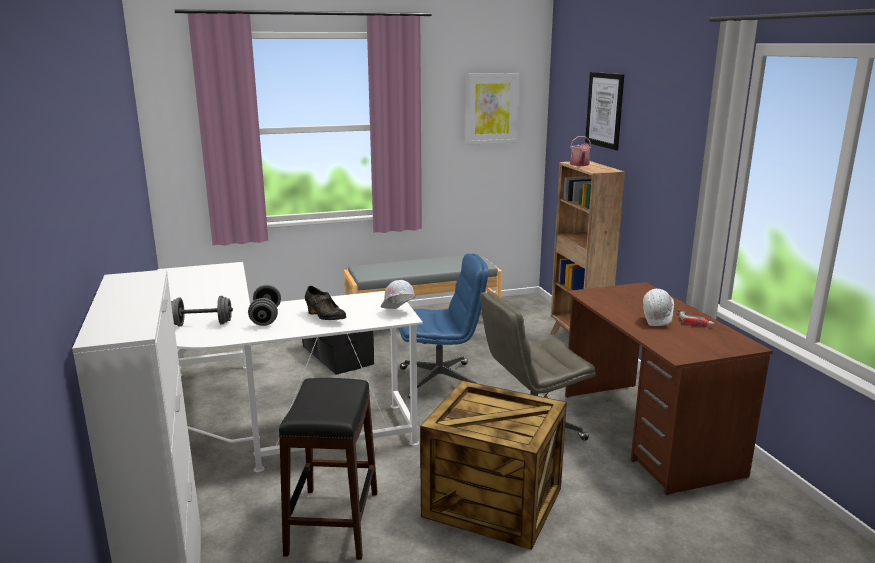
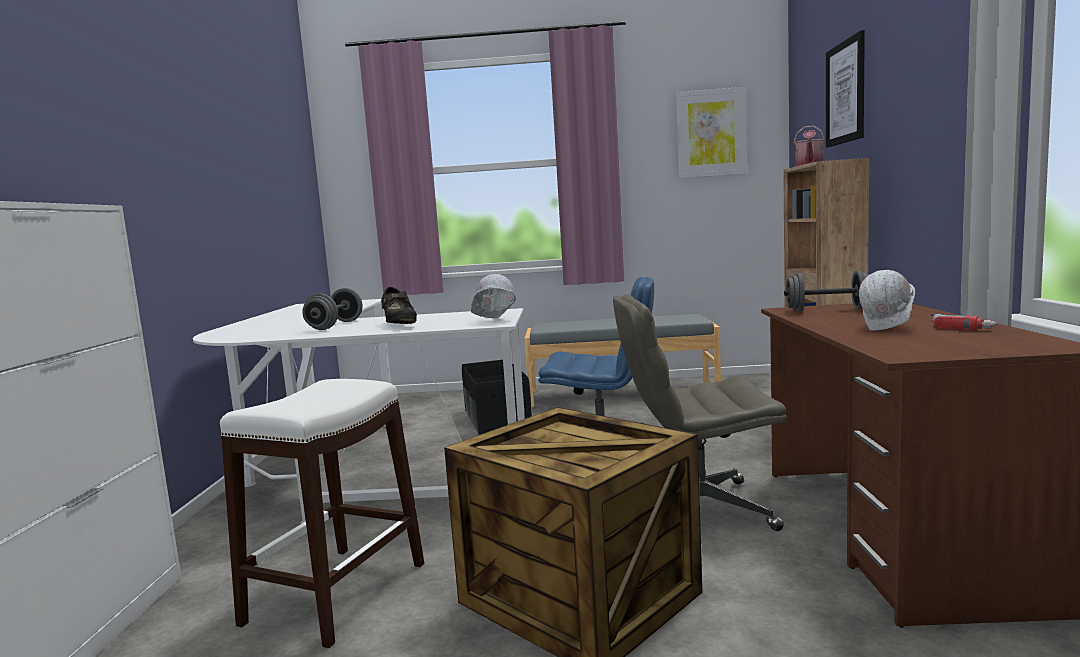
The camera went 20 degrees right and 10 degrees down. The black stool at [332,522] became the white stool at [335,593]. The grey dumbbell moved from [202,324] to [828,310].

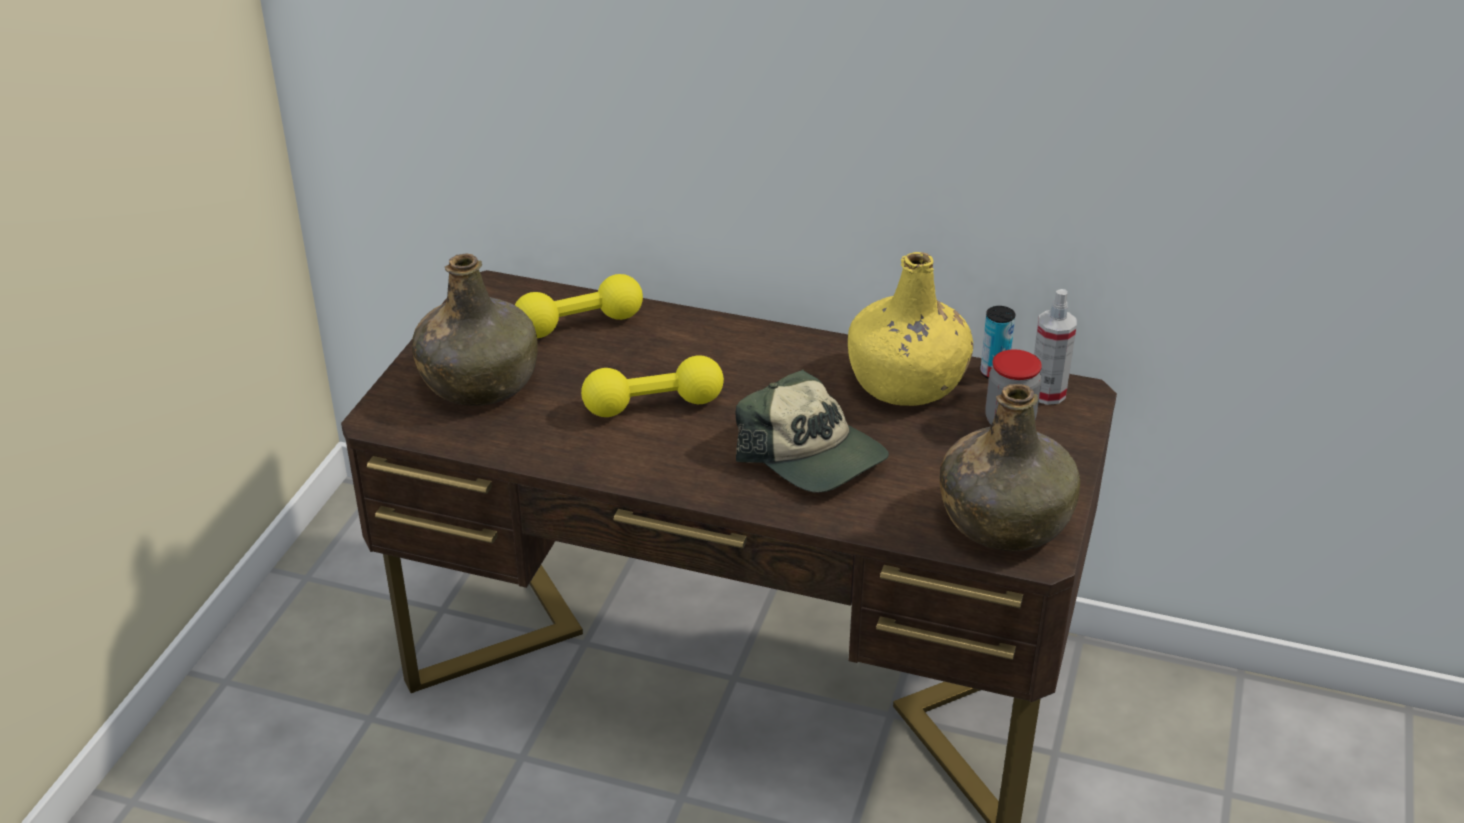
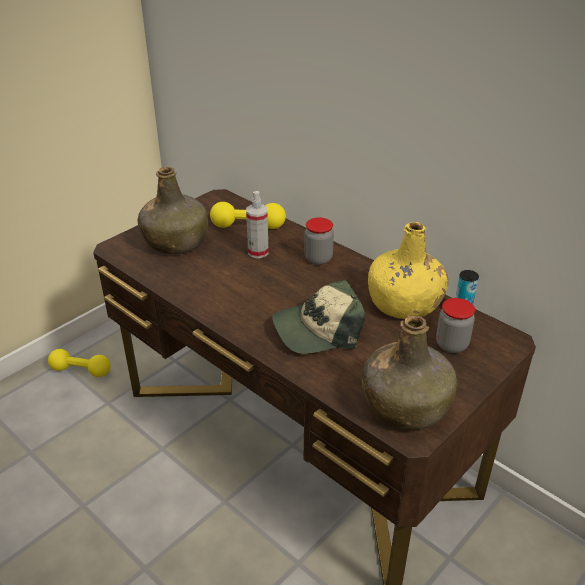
The camera went 25 degrees right and 0 degrees up. The yellow dumbbell moved from [653,405] to [81,371]. The spray bottle moved from [1047,393] to [258,252]. The cap at [812,455] turned 90 degrees clockwise. The jar at [318,259] appeared.

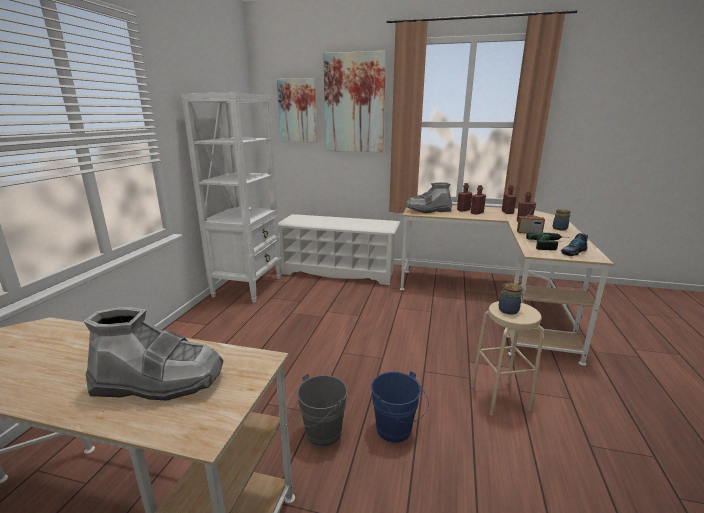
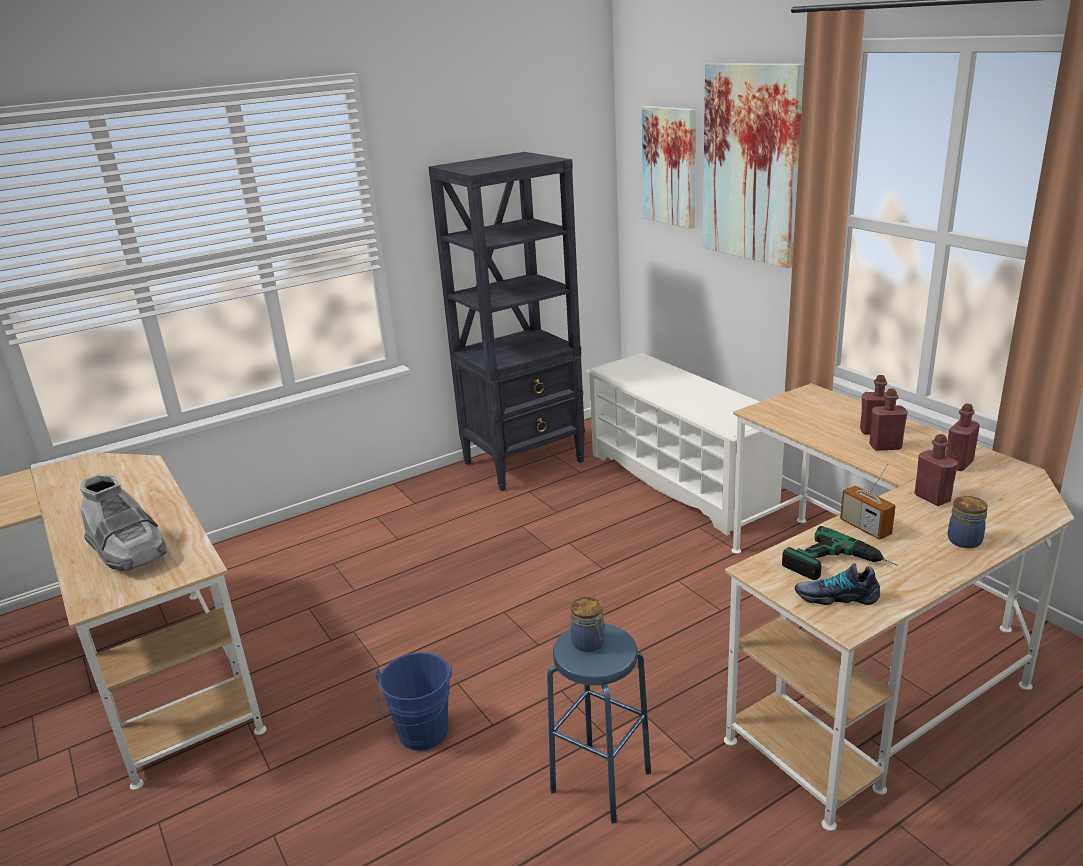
The camera went 45 degrees right and 5 degrees up. The white bookcase at [248,286] became the black bookcase at [525,462]. The beige stool at [500,397] became the blue stool at [600,781]. The grey bucket at [320,435] disappeared. The grey boot at [428,210] disappeared.

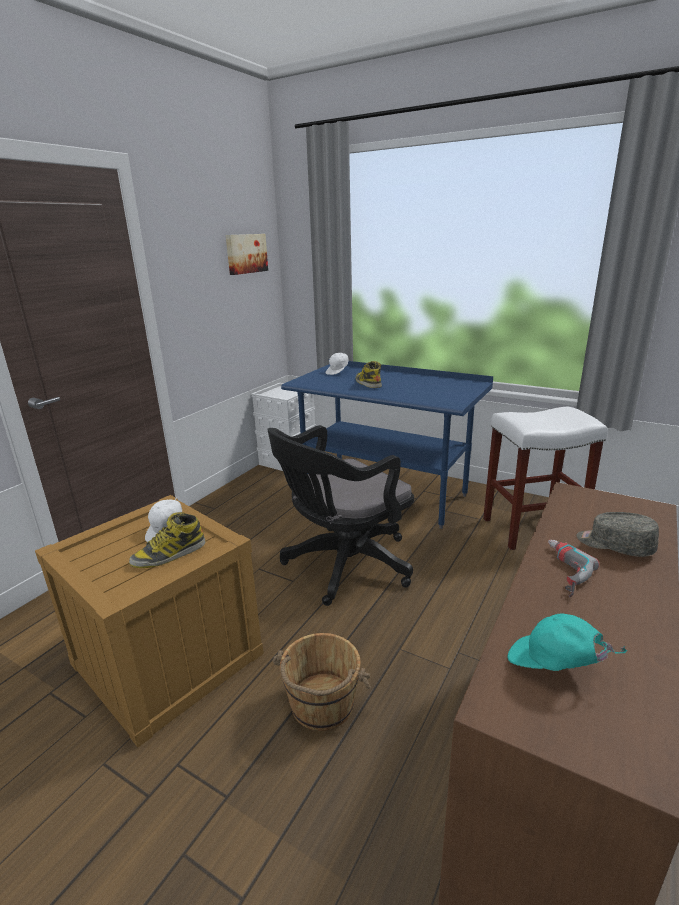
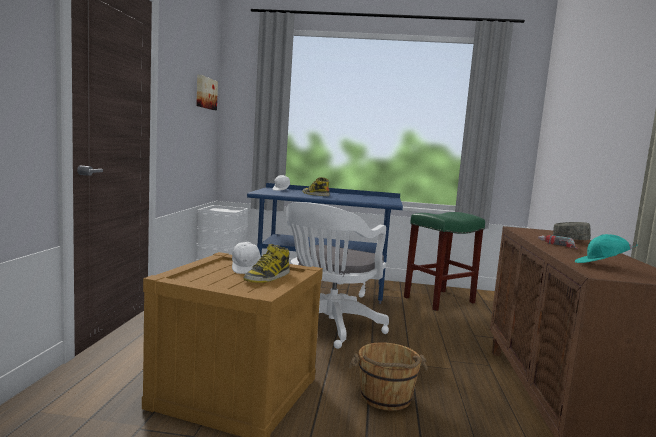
The camera went 25 degrees left and 15 degrees down. The black office chair at [343,566] became the white office chair at [328,327]. The white stool at [531,529] became the green stool at [439,300].

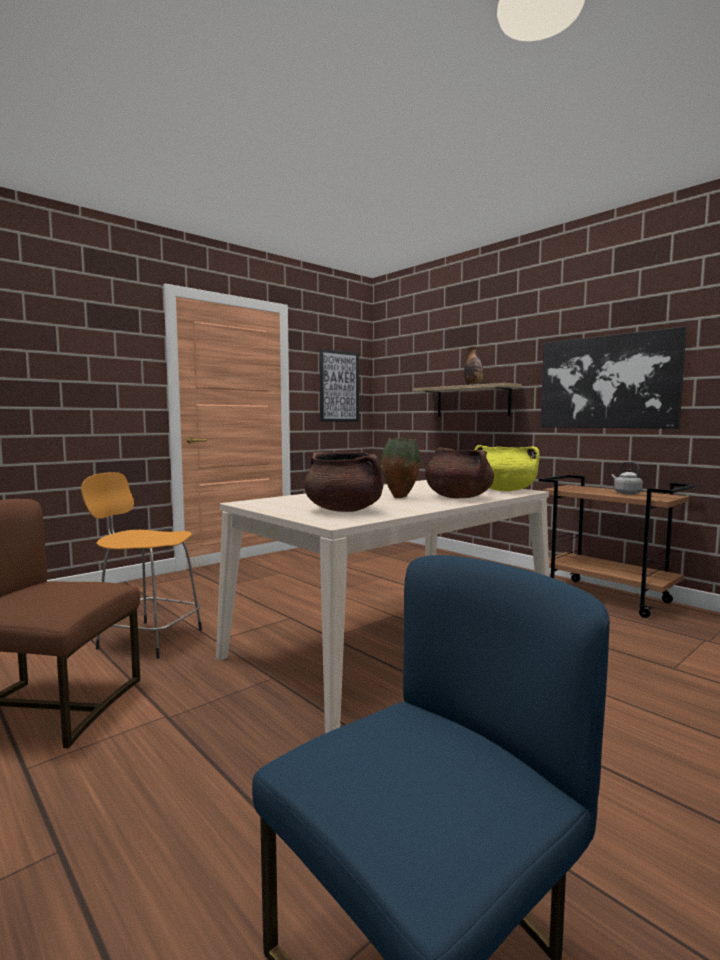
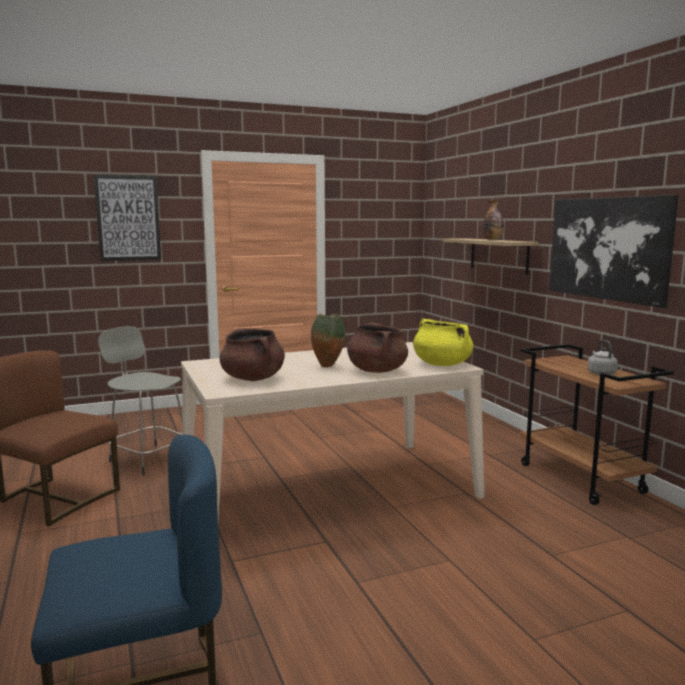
The camera went 20 degrees right and 5 degrees up. The picture moved from [339,386] to [128,218]. The orange stool at [148,638] became the grey stool at [148,459].

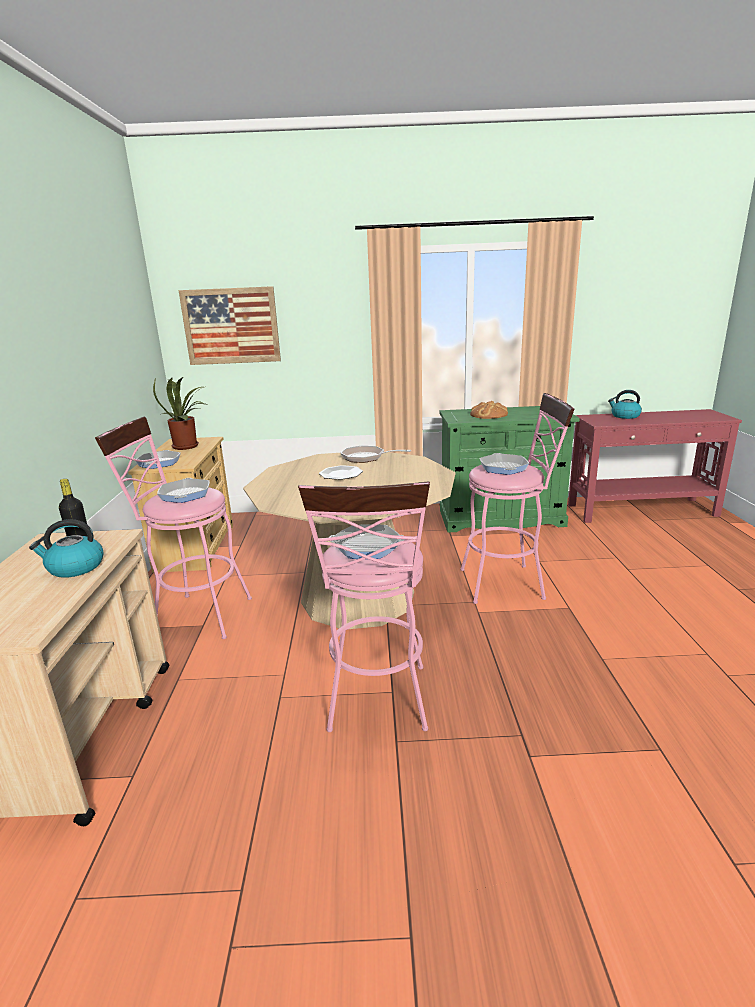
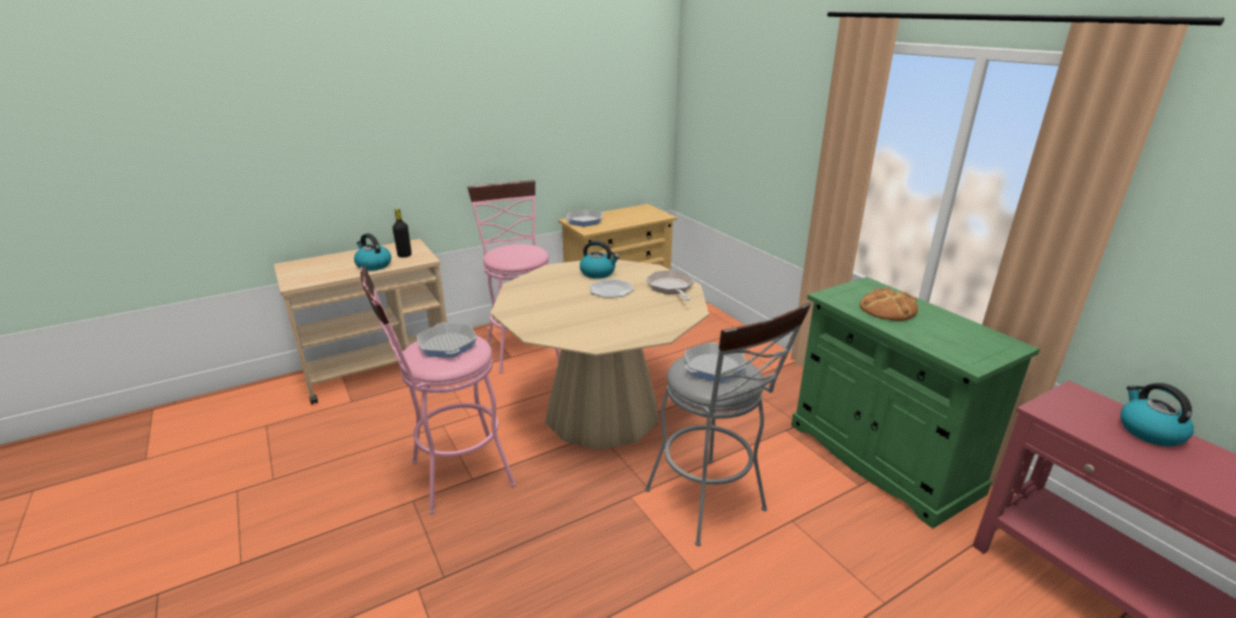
The camera went 60 degrees right and 5 degrees up. The kettle at [598,273] appeared. The pink stool at [509,583] became the grey stool at [711,505]. The potted plant at [188,446] disappeared. The frying pan at [185,494] disappeared. The picture at [231,326] disappeared.

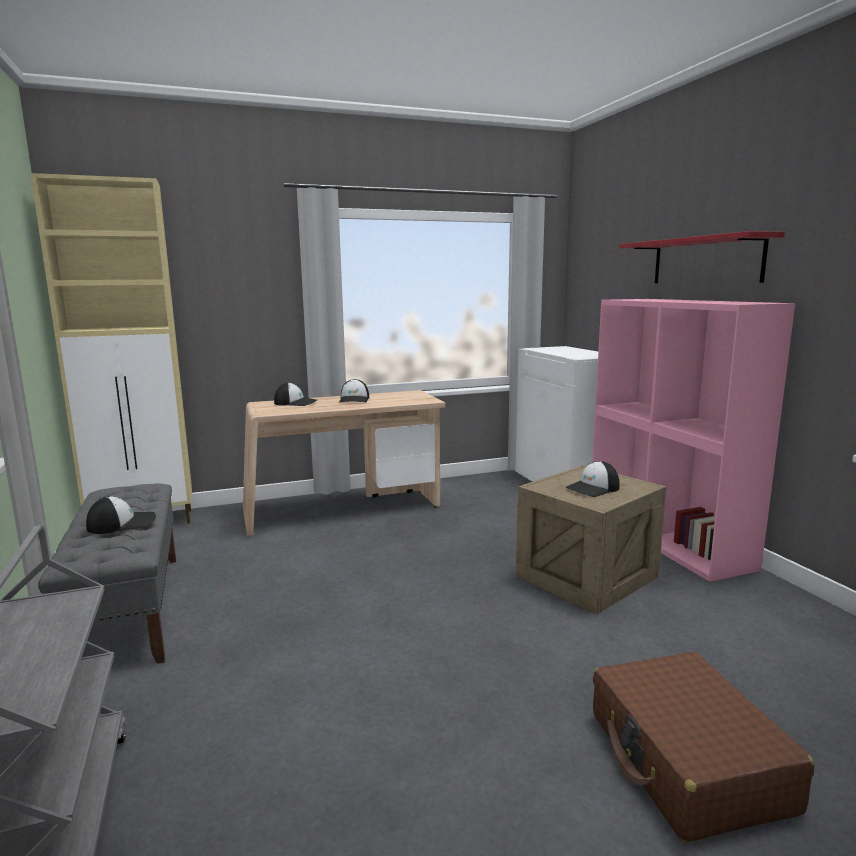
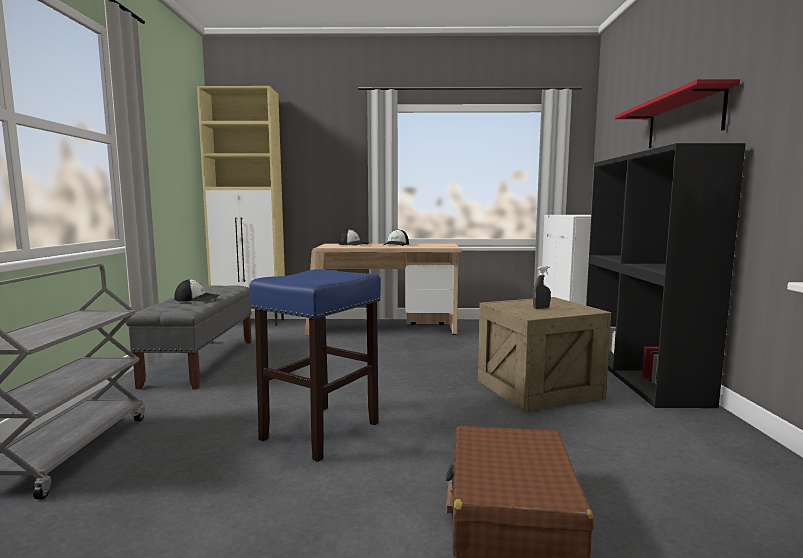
The camera went 20 degrees right and 5 degrees down. The blue stool at [321,430] appeared. The cap at [593,488] was replaced by the grey spray bottle at [541,308]. The pink bookcase at [667,537] became the black bookcase at [641,374].

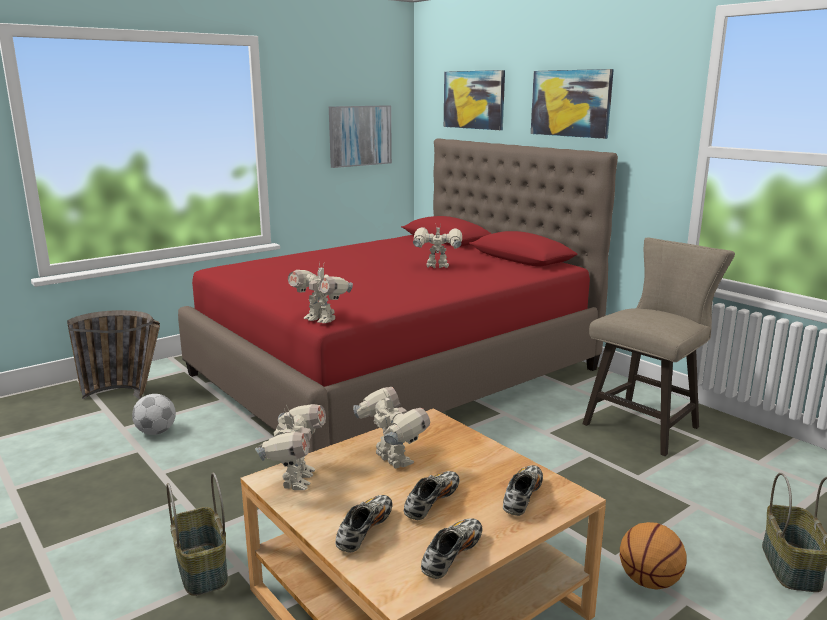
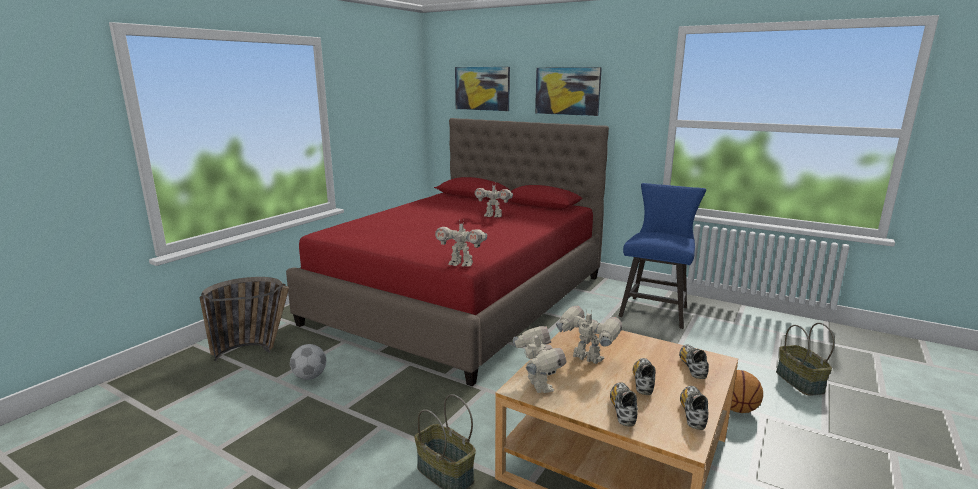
The camera went 20 degrees left and 0 degrees up. The toy robot at [437,267] turned 150 degrees counterclockwise. The beige stool at [646,424] became the blue stool at [656,310]. The picture at [360,135] disappeared.

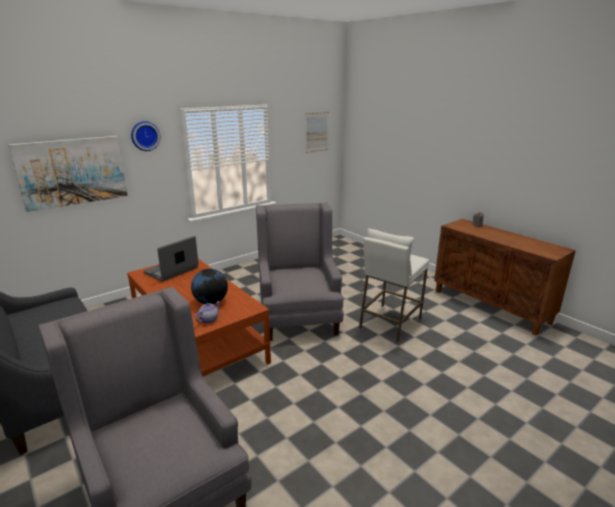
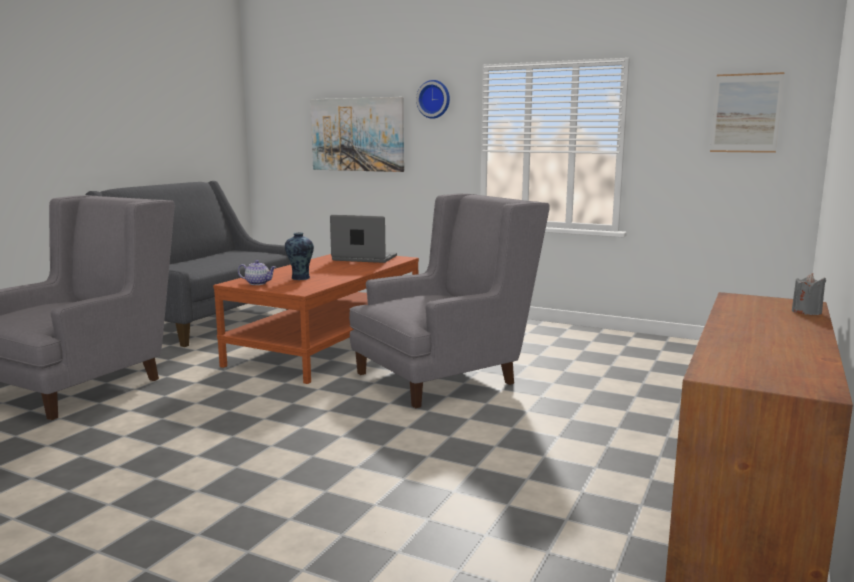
The camera went 65 degrees right and 10 degrees down. The globe at [211,302] was replaced by the vase at [300,278]. The white stool at [390,323] disappeared.

